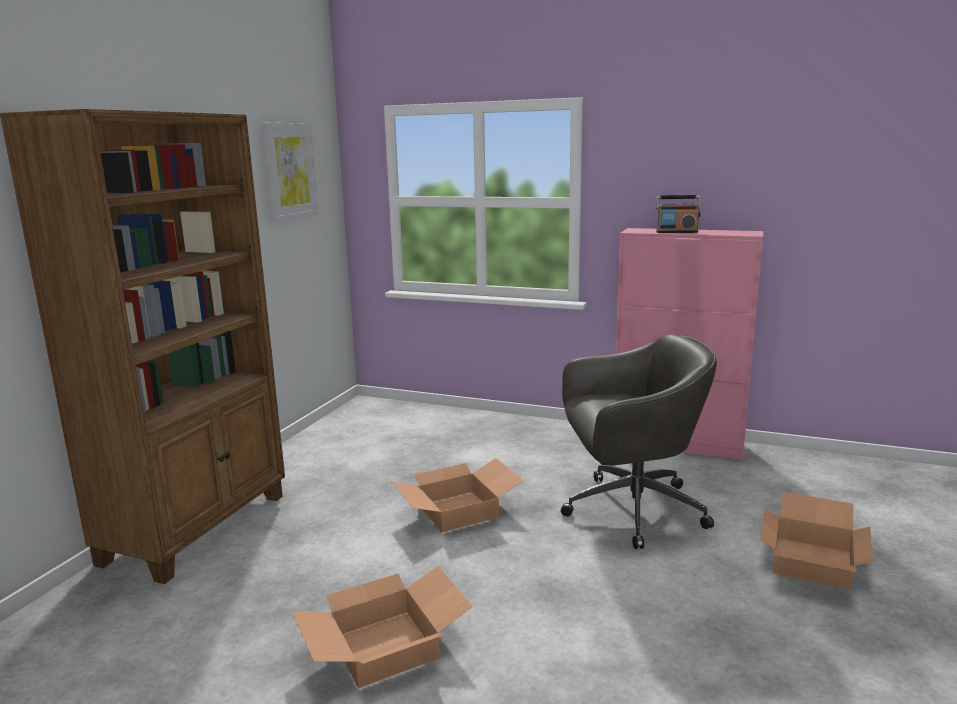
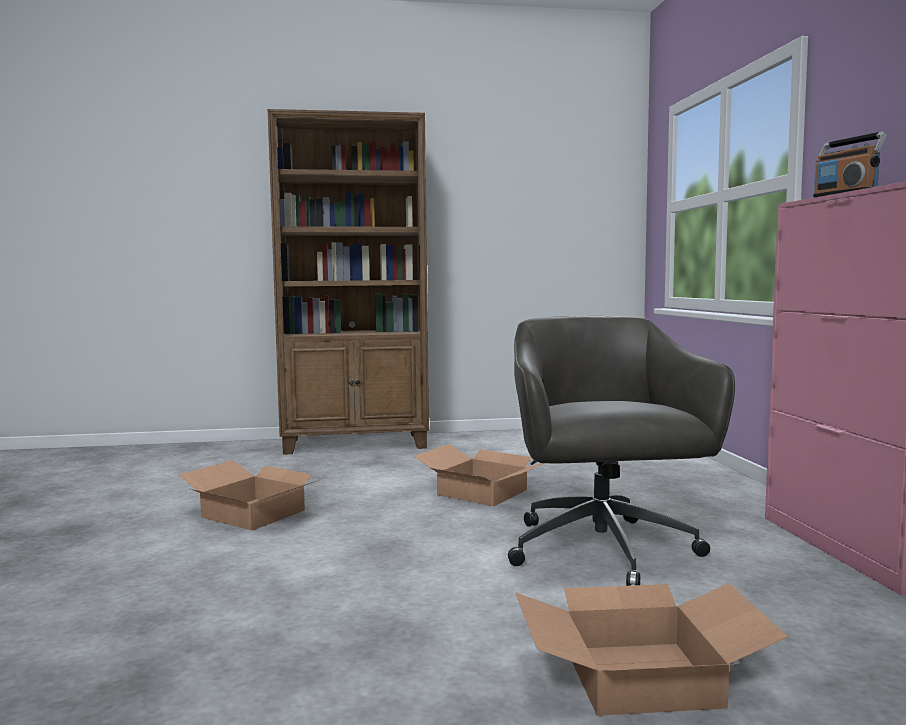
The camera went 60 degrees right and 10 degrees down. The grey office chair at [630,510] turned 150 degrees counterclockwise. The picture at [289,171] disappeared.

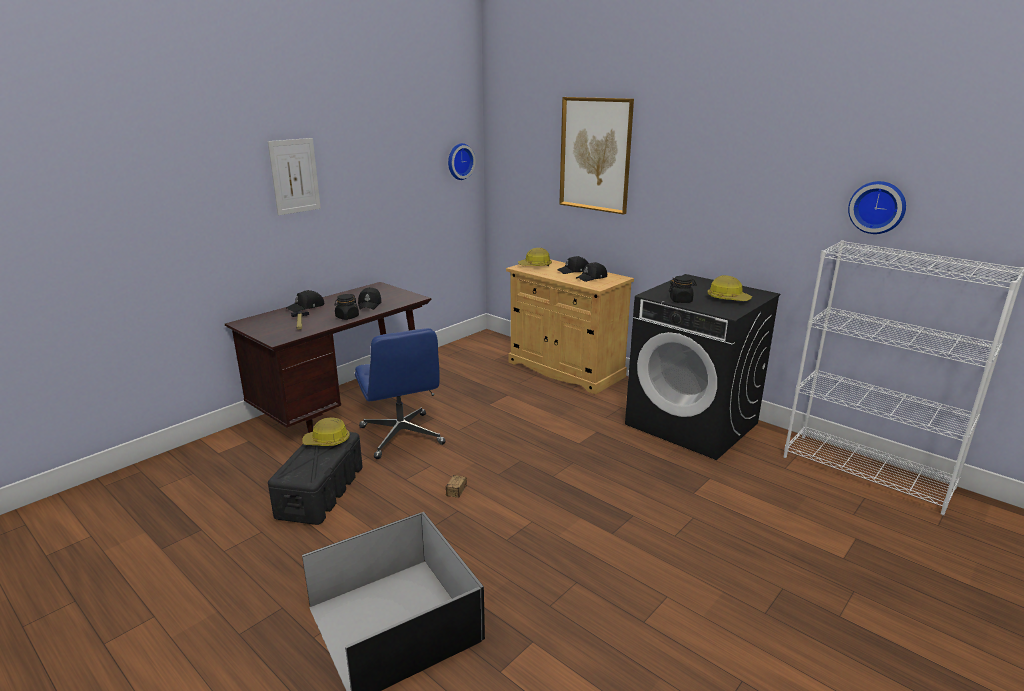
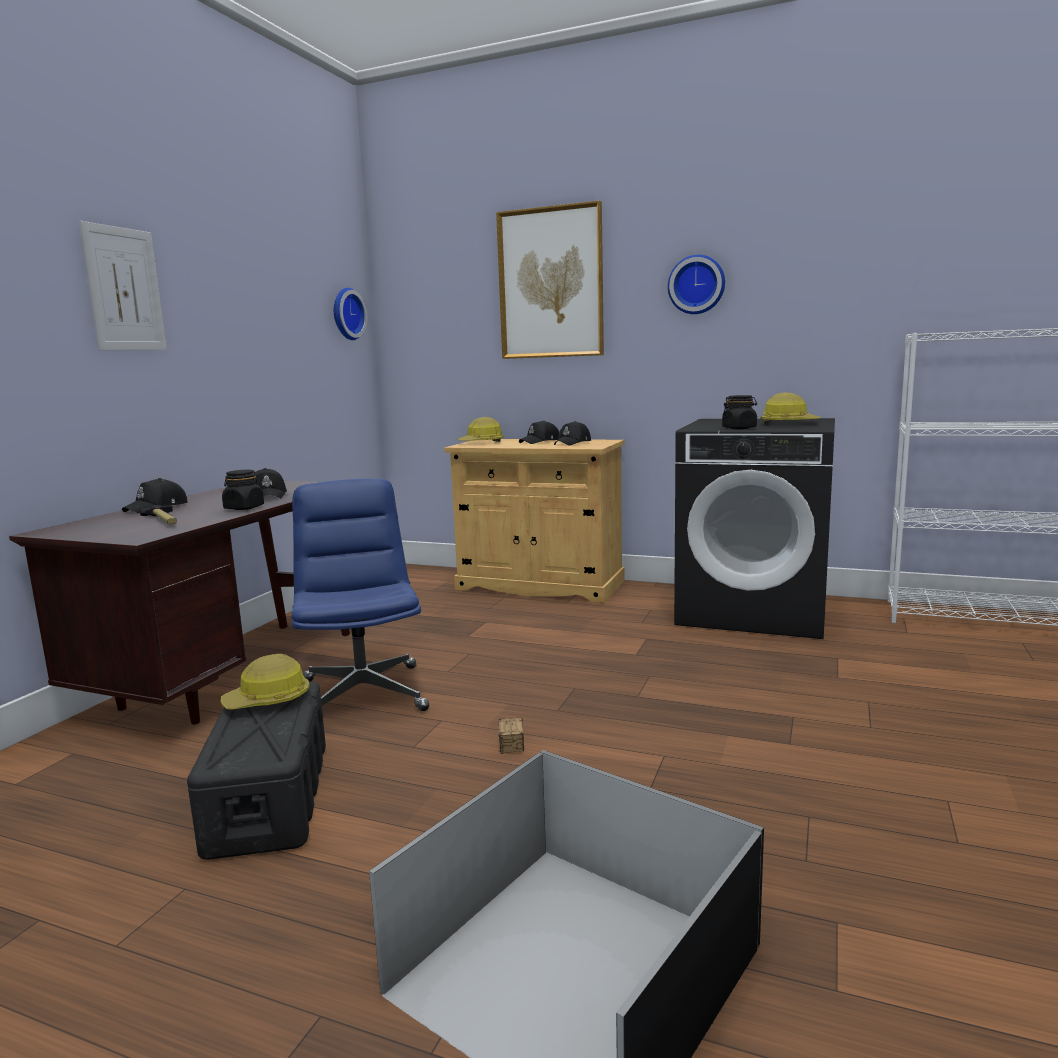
The camera went 20 degrees left and 10 degrees down. The blue office chair at [402,436] turned 150 degrees counterclockwise. The wall clock moved from [877,207] to [697,285].

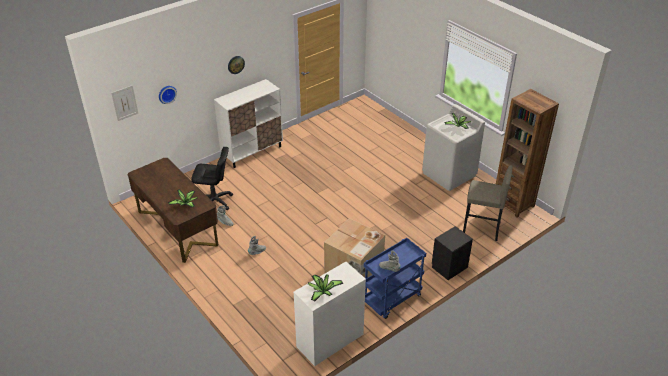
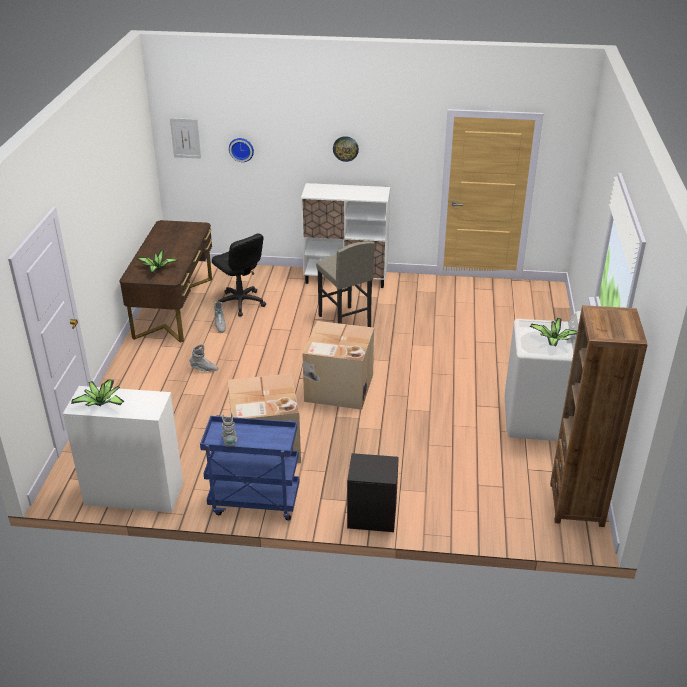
The camera went 45 degrees right and 5 degrees down. The cardboard box at [338,388] appeared. The grey stool moved from [481,229] to [344,322].

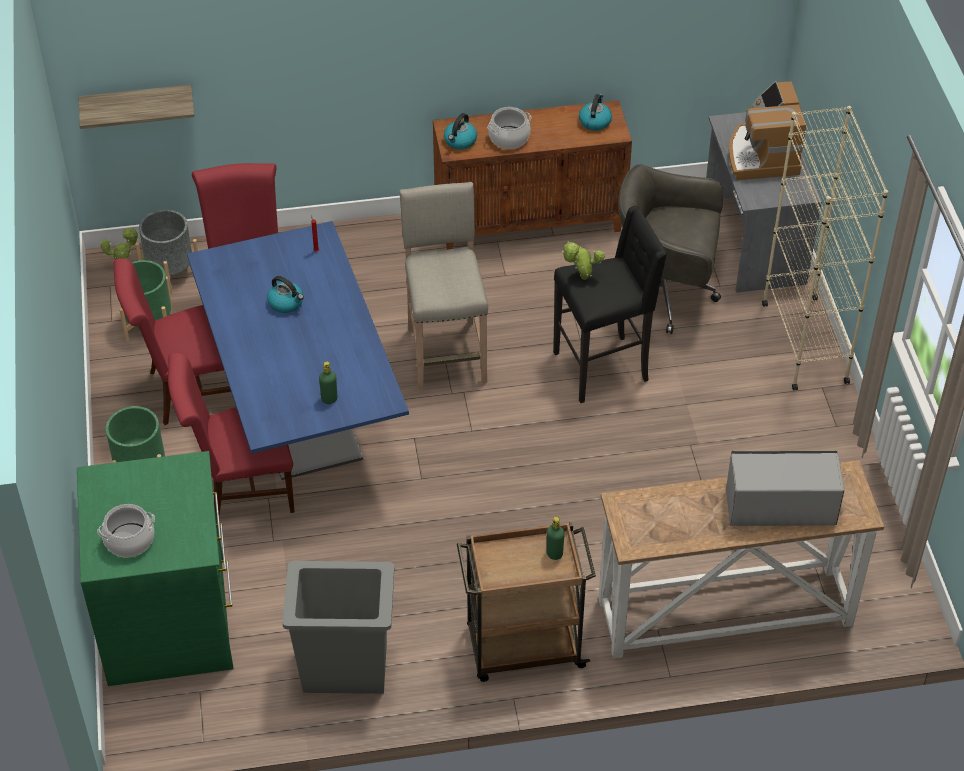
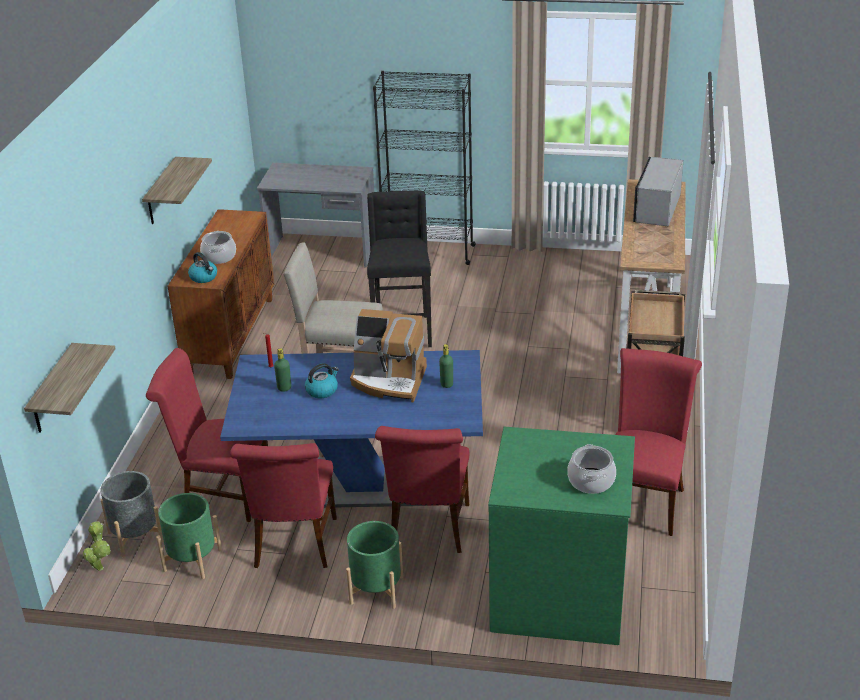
The camera went 70 degrees left and 15 degrees down. The shelf at [161,192] appeared. The green bottle moved from [554,554] to [284,388]. The coffee machine moved from [762,155] to [389,380]. The beige bookcase at [804,342] became the black bookcase at [428,252]. The grey trash can at [346,669] was replaced by the red chair at [643,501]. The potted plant at [582,278] disappeared. The kettle at [595,121] disappeared. The grey office chair at [665,292] disappeared.

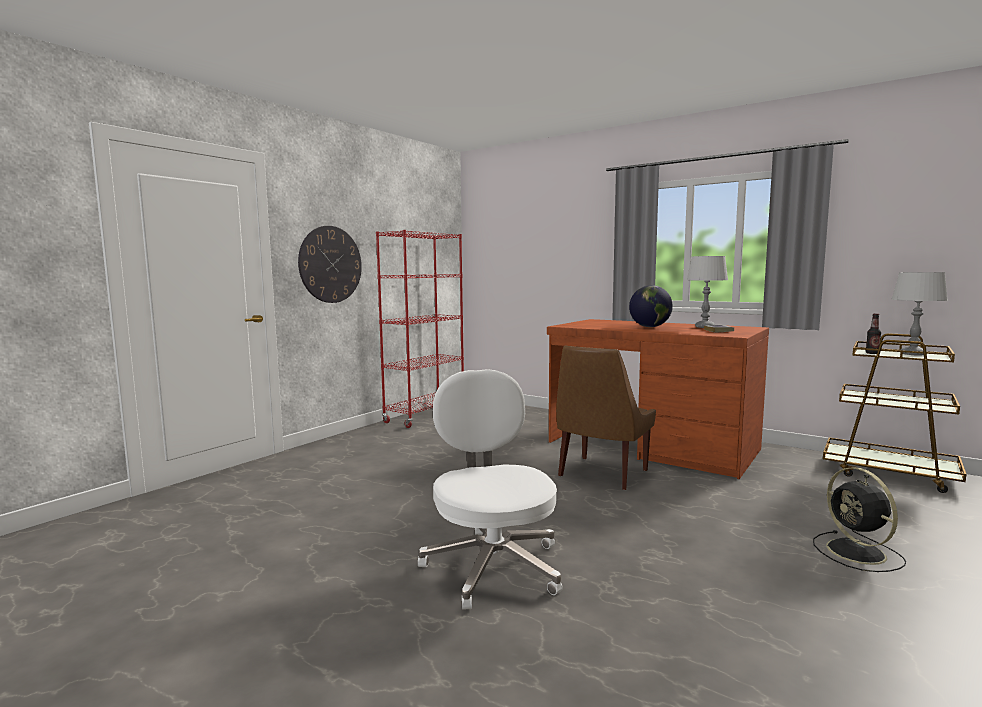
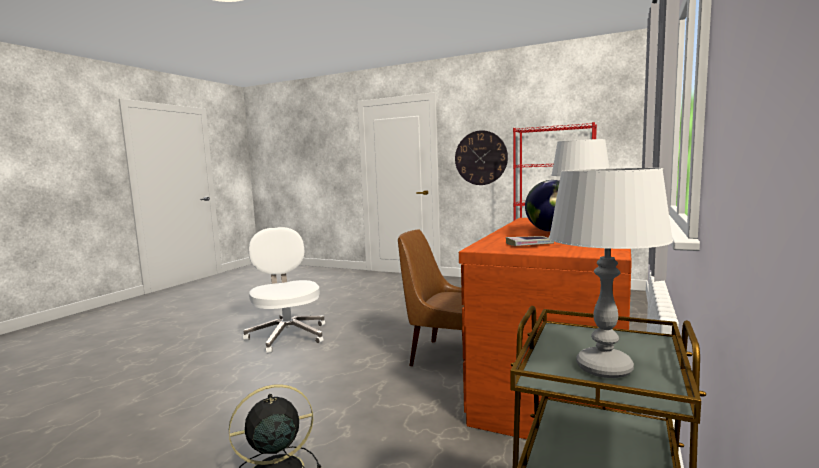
The camera went 80 degrees right and 0 degrees up. The white office chair at [492,565] turned 90 degrees counterclockwise. The bottle at [872,353] disappeared.

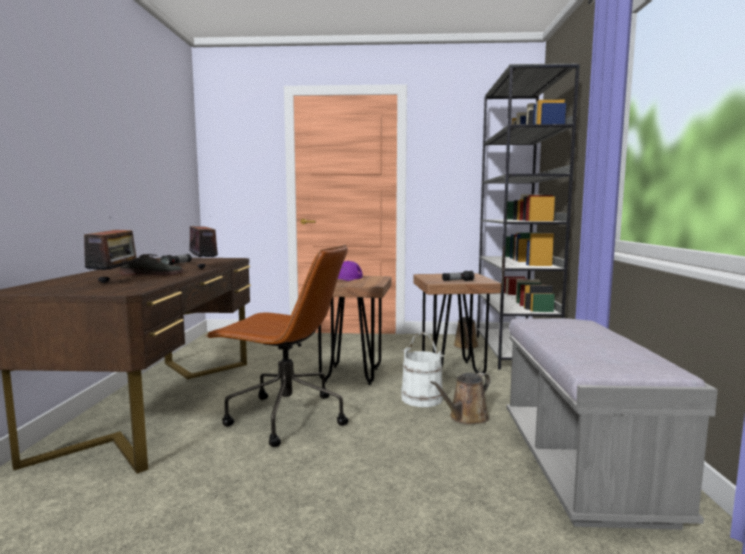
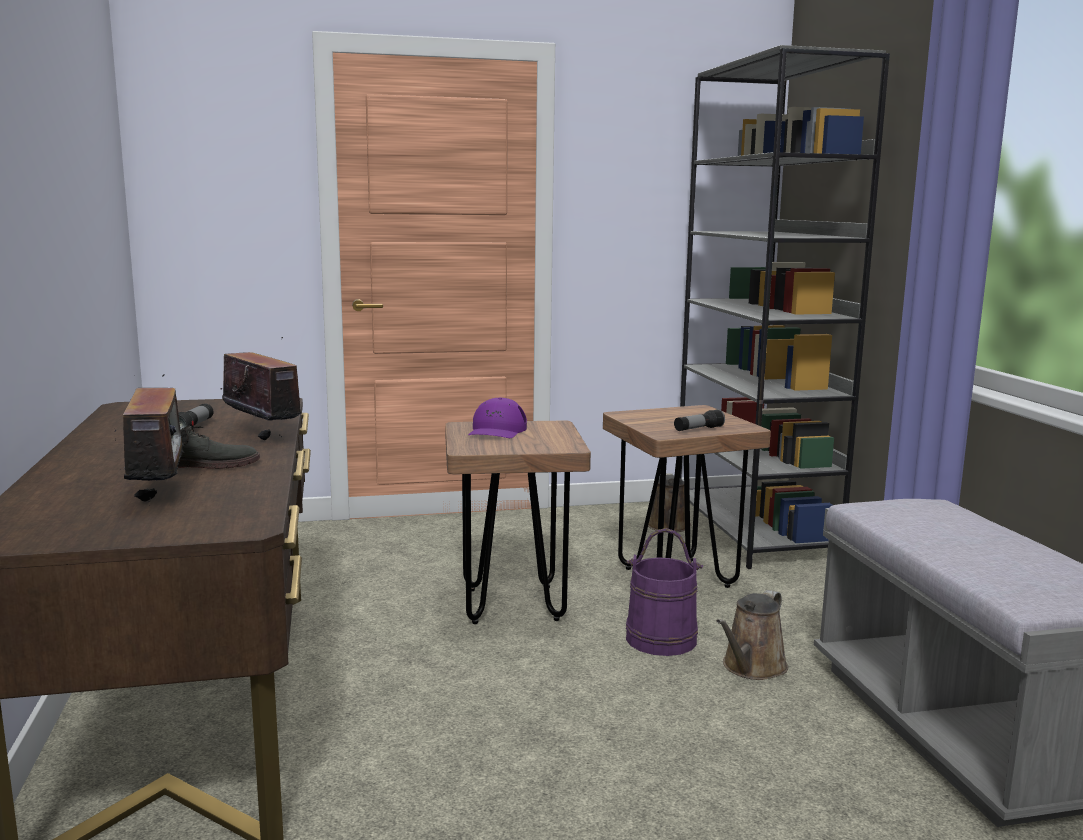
The camera went 15 degrees left and 5 degrees up. The white bucket at [422,398] became the purple bucket at [661,638]. The brown office chair at [285,417] disappeared.

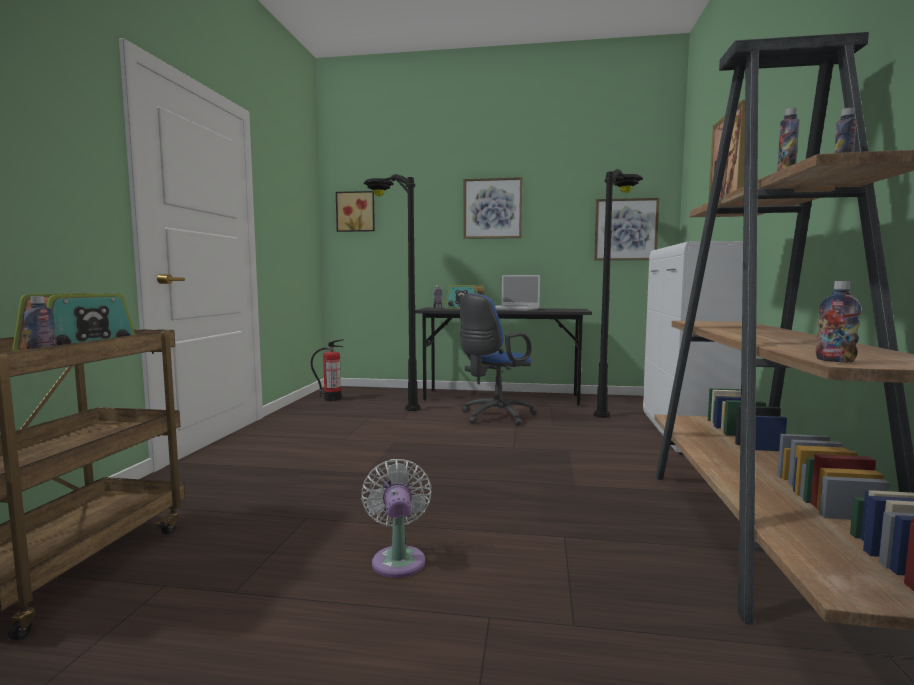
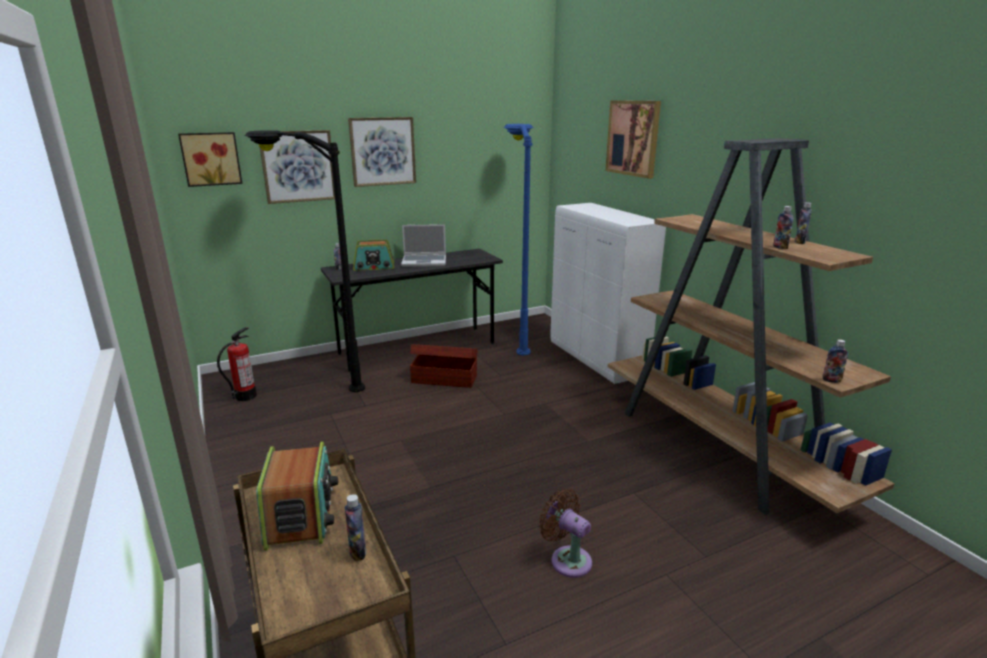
The camera went 35 degrees left and 15 degrees up. The picture moved from [625,229] to [298,166]. The blue office chair at [494,417] was replaced by the brown storage box at [444,378]. The black floor lamp at [613,405] became the blue floor lamp at [517,335]. The white fan at [398,559] became the brown fan at [567,559].

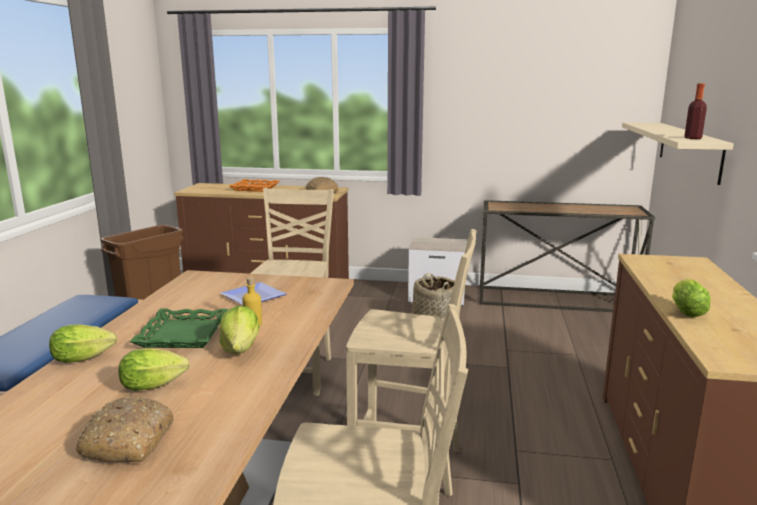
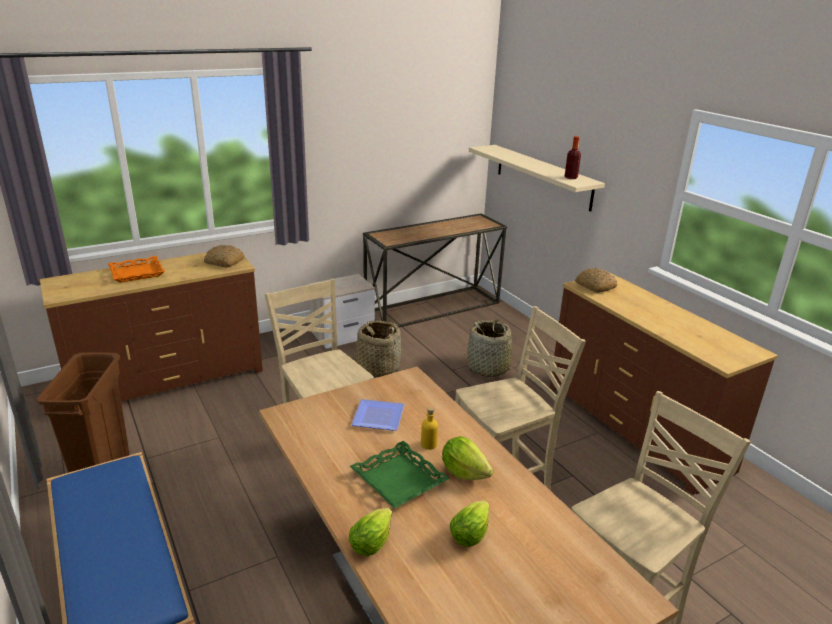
The camera went 40 degrees left and 10 degrees up. The basket at [488,368] appeared. The bread moved from [128,441] to [594,286]. The lettuce at [685,311] disappeared.

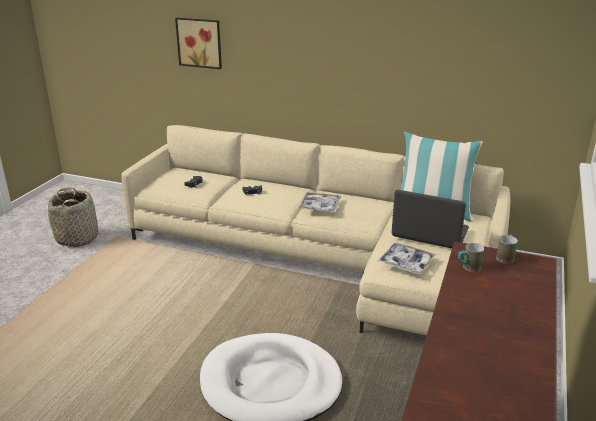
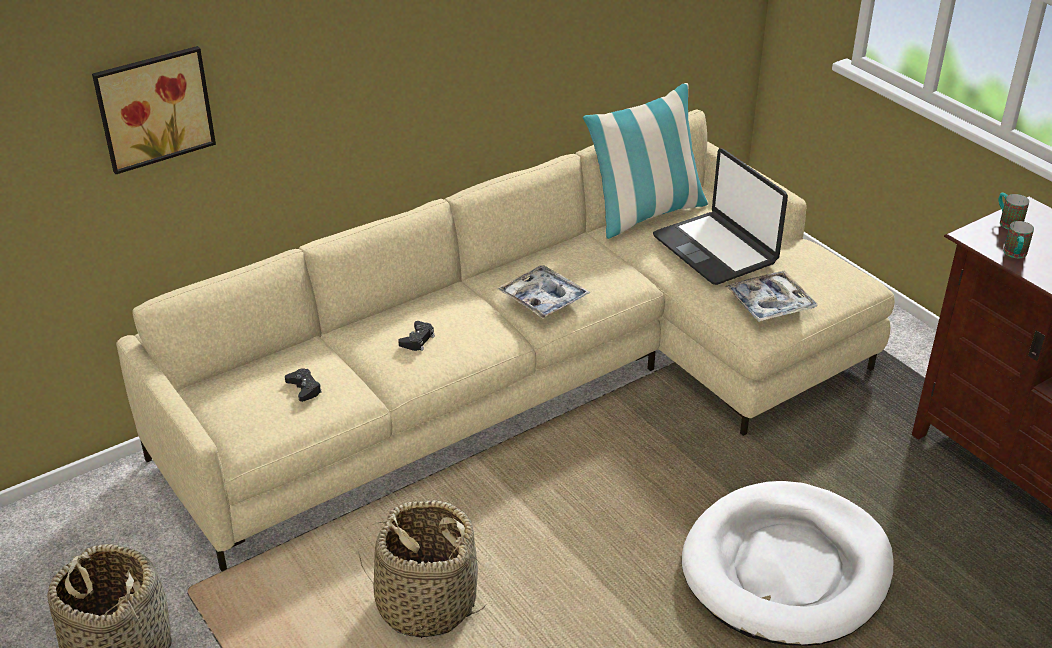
The camera went 55 degrees left and 10 degrees up. The basket at [426,604] appeared. The laptop at [430,233] turned 90 degrees counterclockwise.

